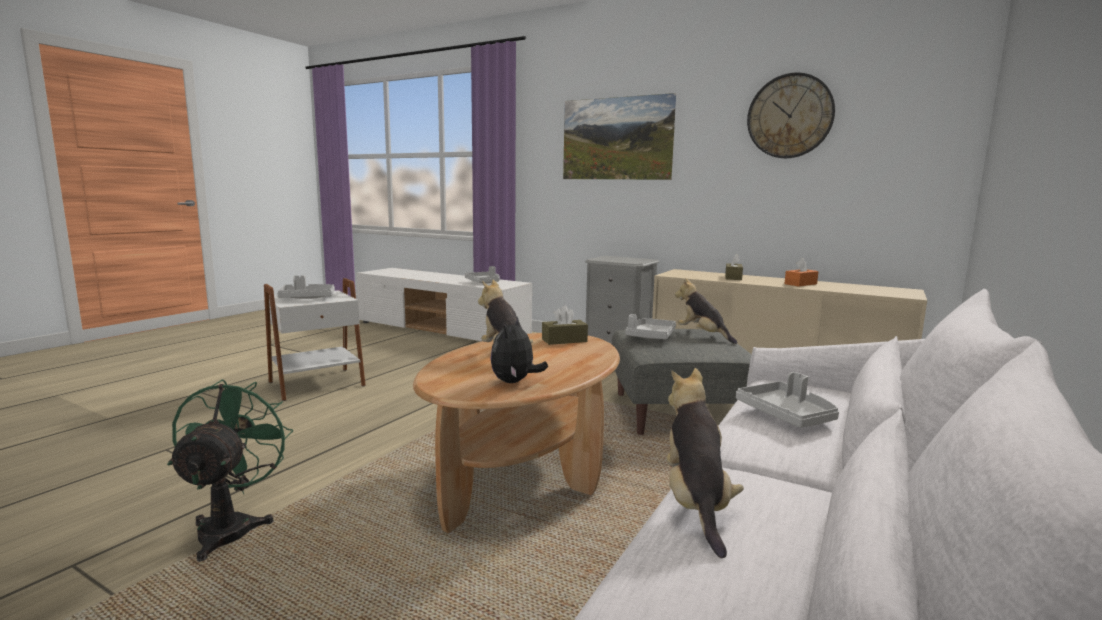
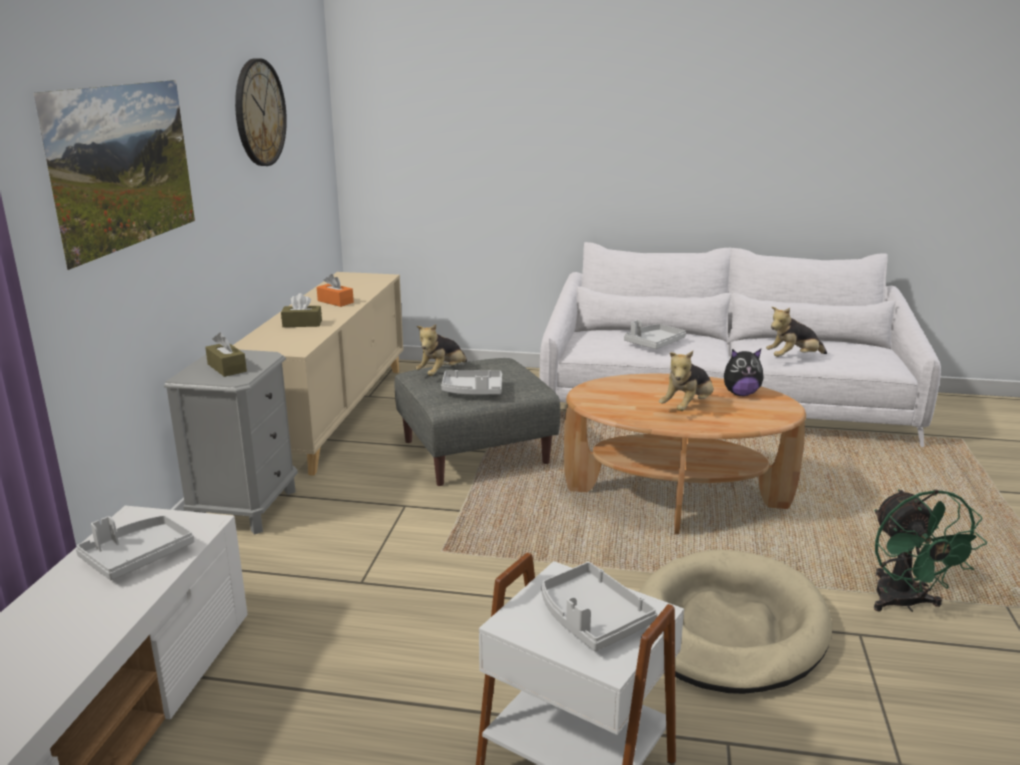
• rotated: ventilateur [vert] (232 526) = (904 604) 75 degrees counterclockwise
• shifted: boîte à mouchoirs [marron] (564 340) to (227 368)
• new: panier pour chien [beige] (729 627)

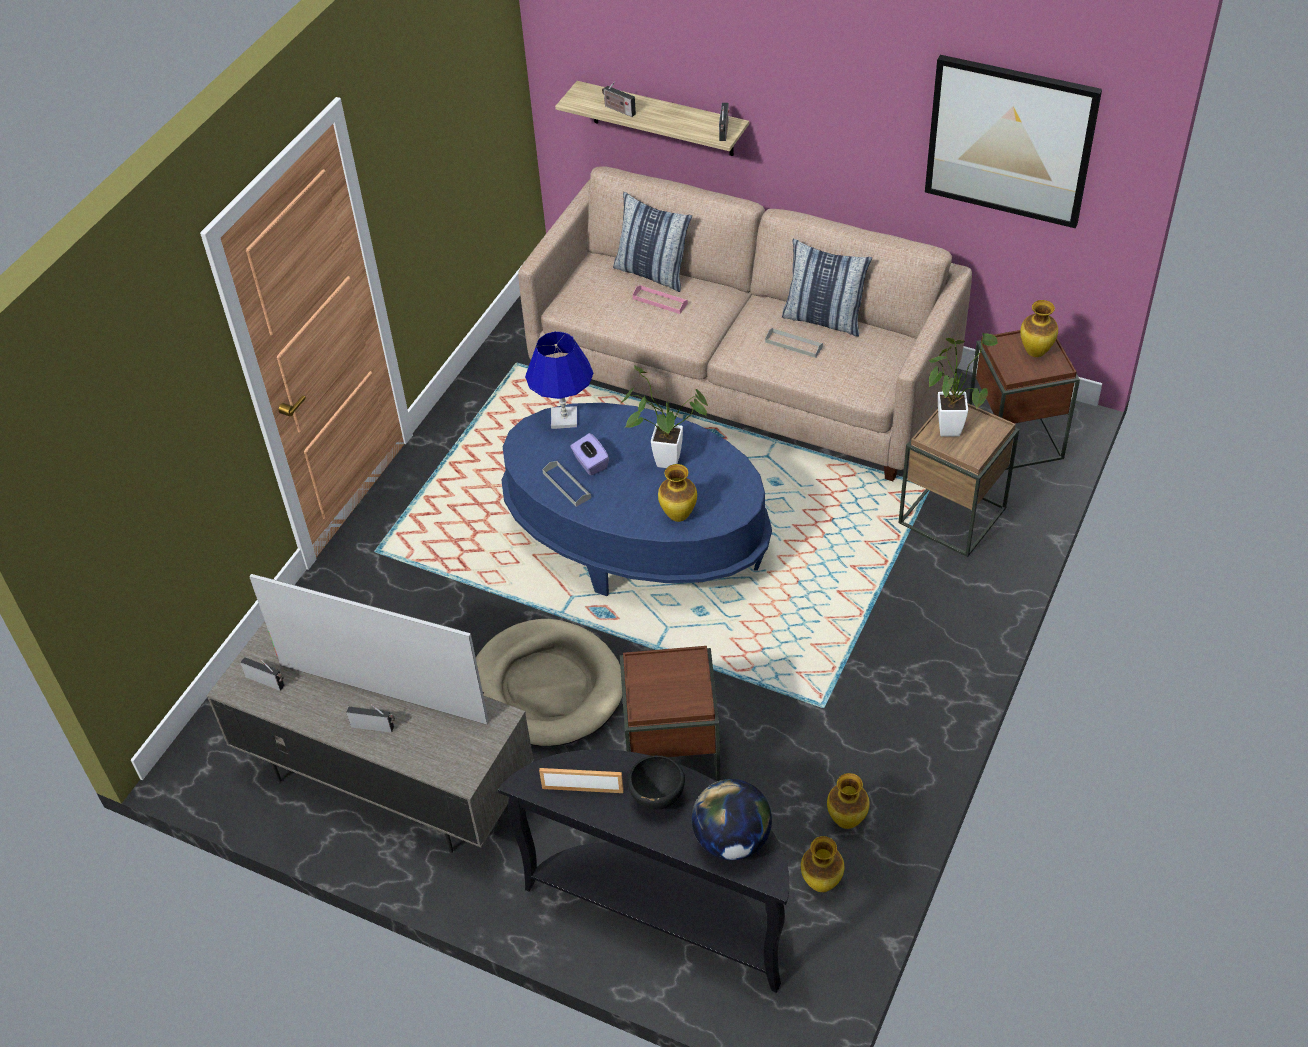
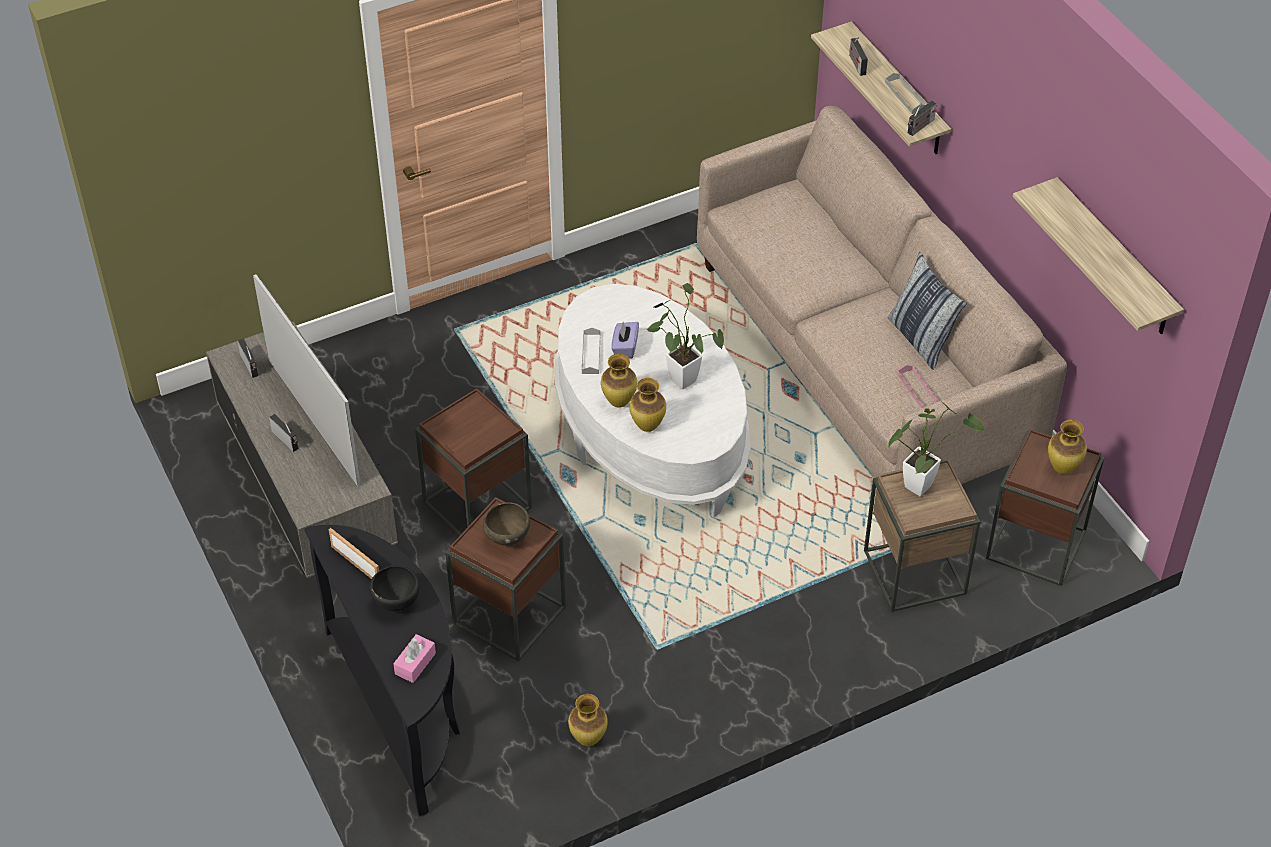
• swapped: panier pour chien [beige] (548 687) to table d'appoint [marron] (477 504)
• repainted: table basse [bleu] (636 537) to table basse [blanc] (650 435)
• gone: lampe de table [bleu] (564 419)
• gone: coussin (652 273)
• shifted: plateau [rose] (660 301) to (918 390)
• swapped: globe (732 840) to boîte à mouchoirs [rose] (415 663)
• shifted: plateau [gris] (793 344) to (905 96)
• shifted: vase (822 884) to (619 402)
• swapped: tableau (1010 140) to étagère (1114 259)
• new: bol [marron] (507 538)

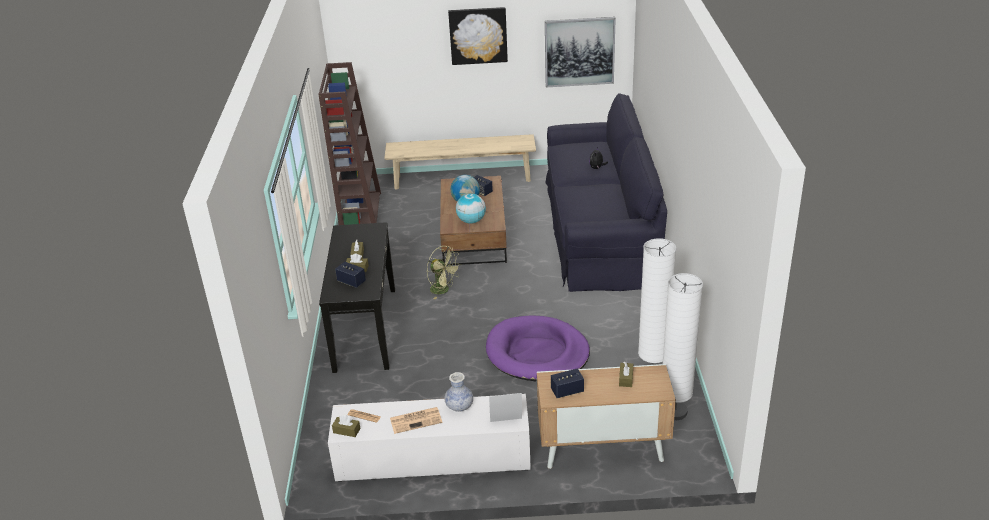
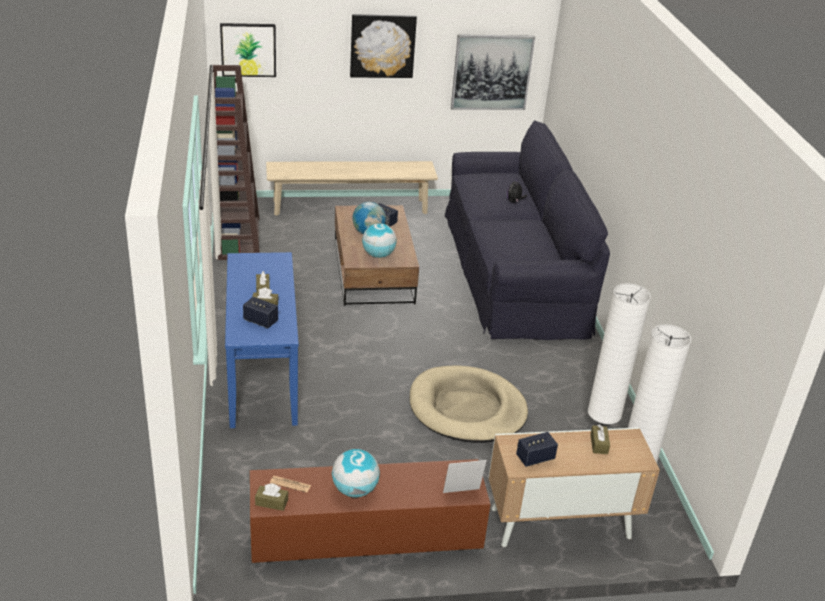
• repainted: table console [noir] (364 329) to table console [bleu] (262 376)
• repainted: meuble télé [blanc] (432 459) to meuble télé [marron] (364 535)
• swapped: journal (416 420) to globe (354 490)
• gone: ventilateur [vert] (443 290)
• gone: vase (459 406)
• repainted: panier pour chien [violet] (537 353) to panier pour chien [beige] (467 409)
• new: tableau (248 50)

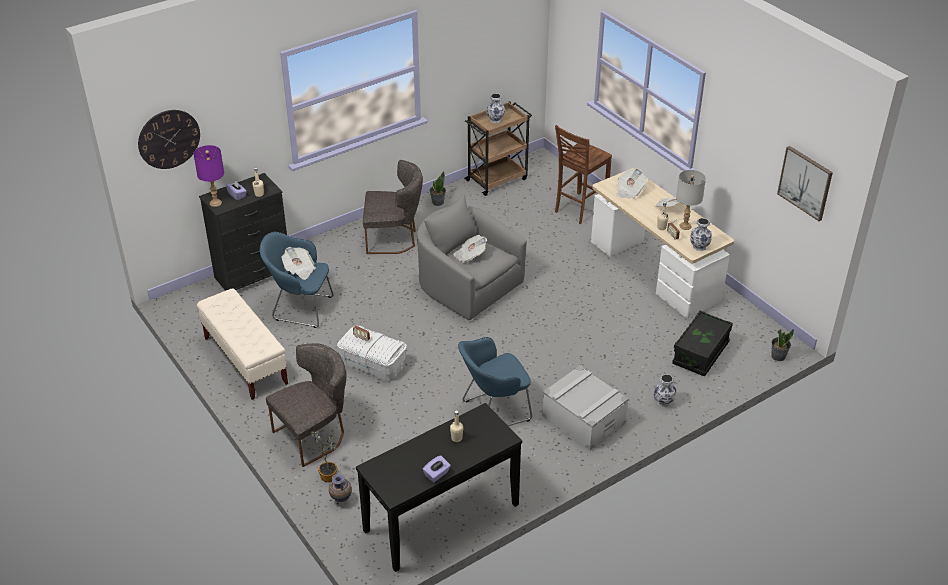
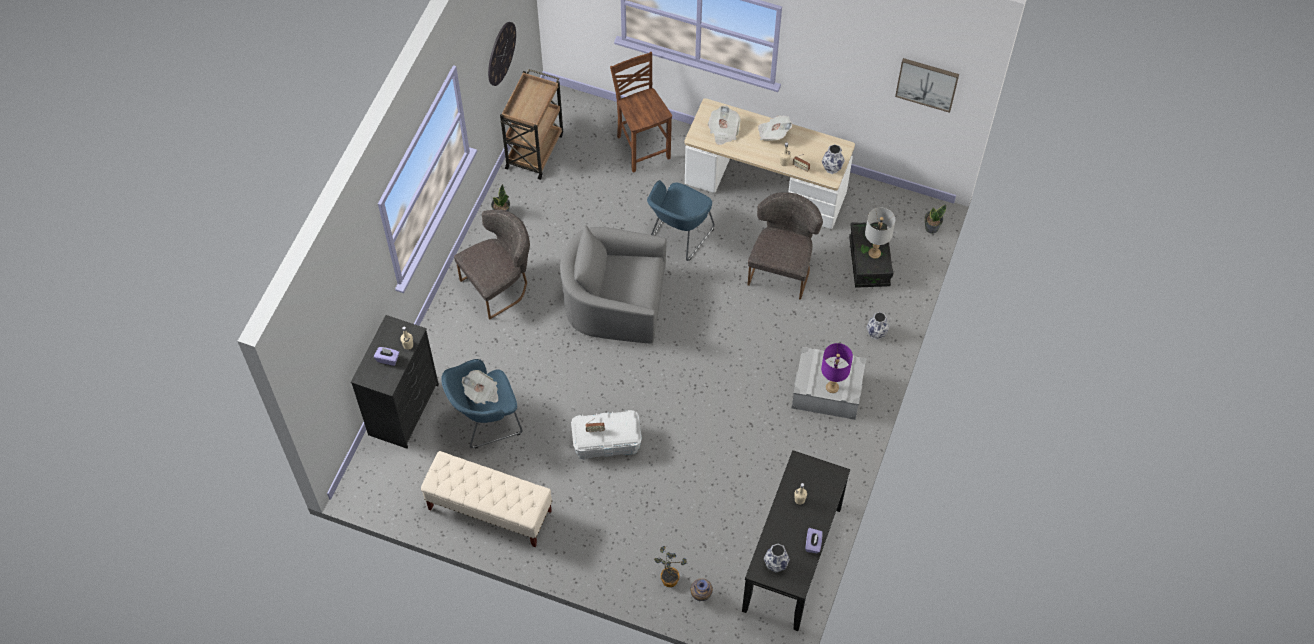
• shifted: horloge murale (169 139) to (501 53)
• shifted: lampe de table [violet] (215 203) to (832 387)
• shifted: chaise [gris] (314 435) to (782 268)
• gone: journal (470 255)
• shifted: fauteuil [bleu] (493 411) to (678 236)
• shifted: vase (495 119) to (776 564)
• rotated: chaise [marron] (579 209) = (642 147) 150 degrees clockwise
• shifted: lampe de table [gris] (685 226) to (874 253)

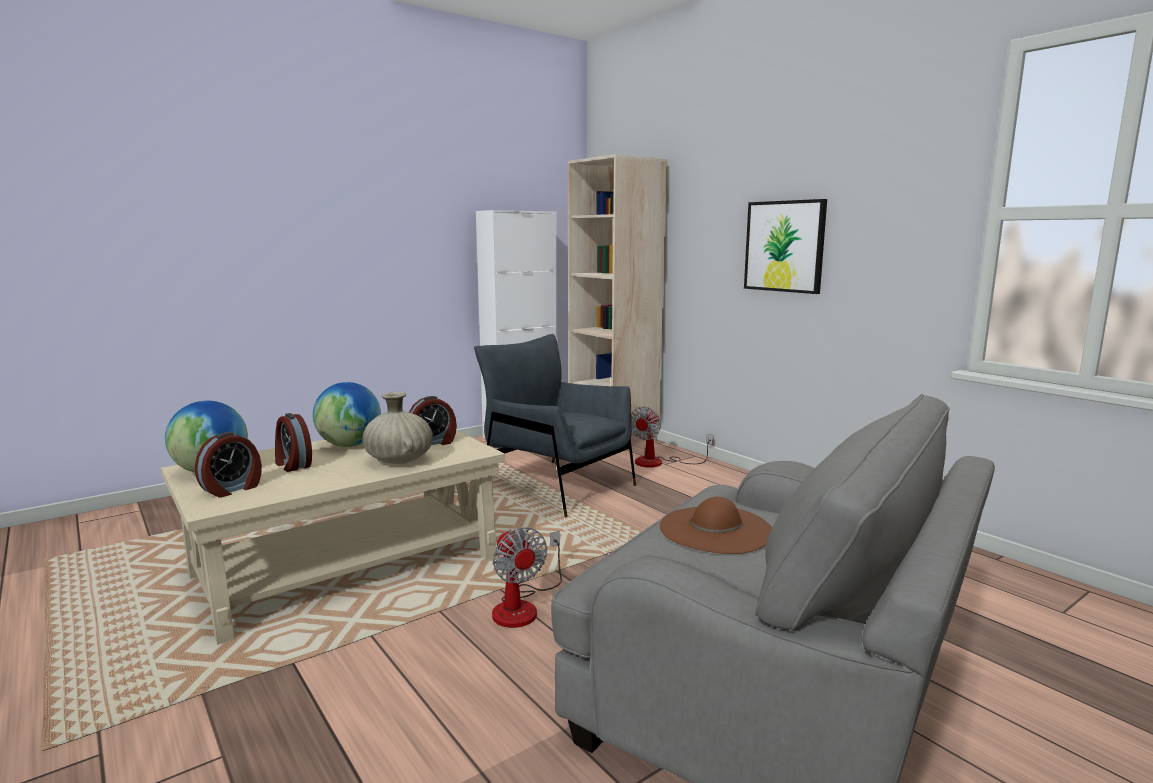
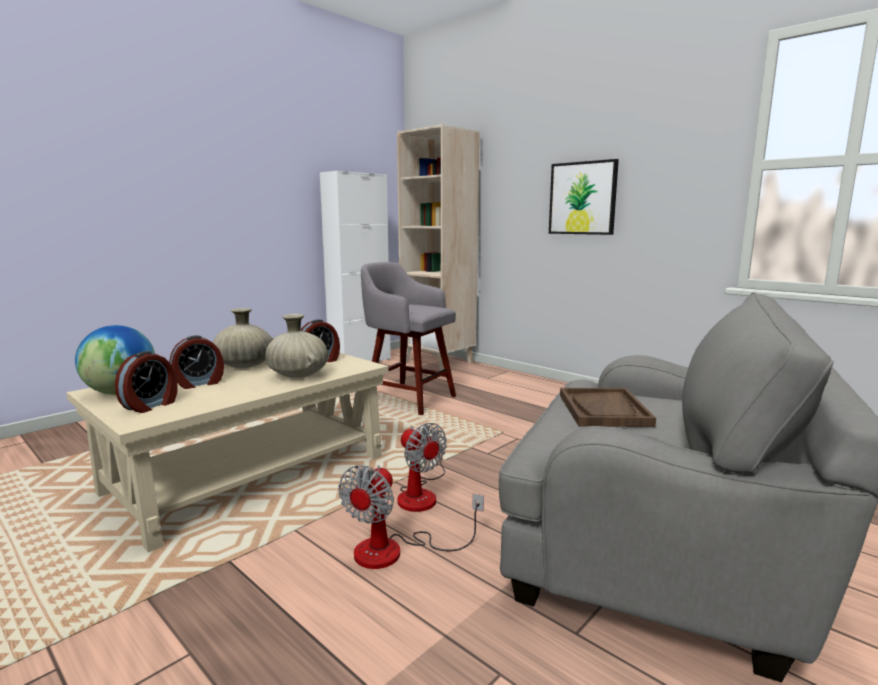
• rotated: réveil (292 465) = (199 383) 75 degrees counterclockwise
• swapped: globe (350 445) to vase [beige] (244 366)
• swapped: fauteuil [gris] (557 487) to tabouret [gris] (408 399)
• shifted: ventilateur (659 462) to (395 551)
• swapped: chapeau [marron] (716 529) to plateau [marron] (604 410)

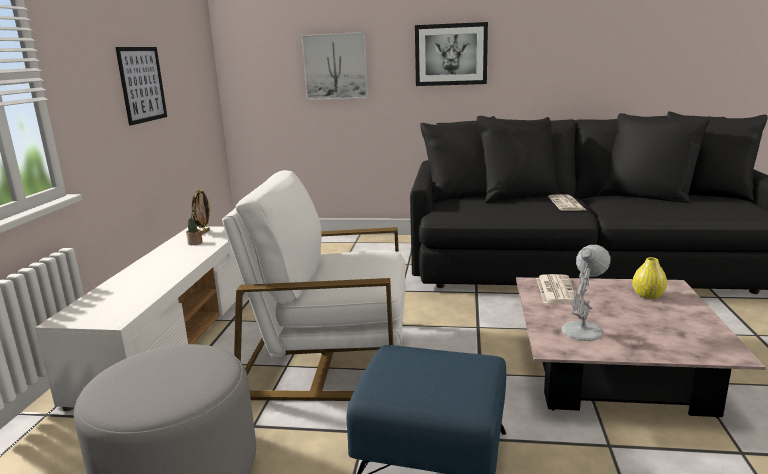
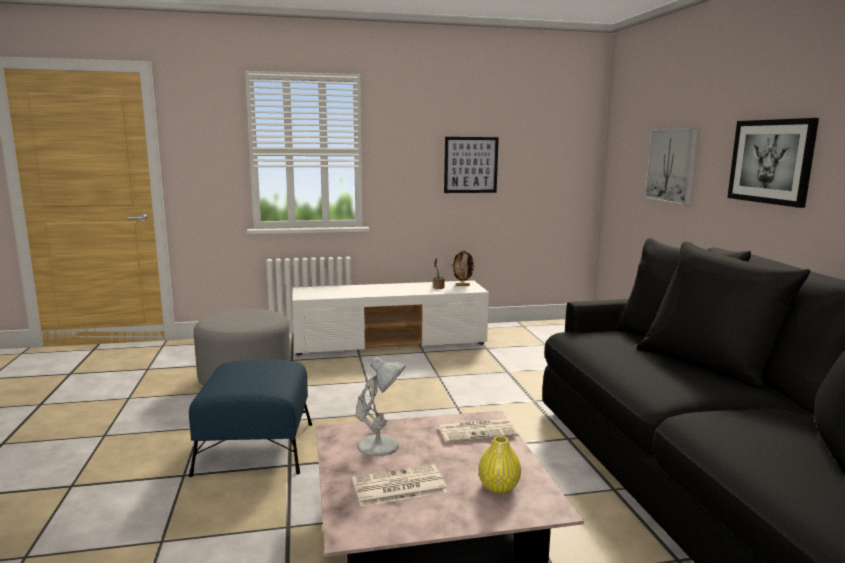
• gone: fauteuil [blanc] (329 356)
• shifted: journal (567 204) to (398 487)

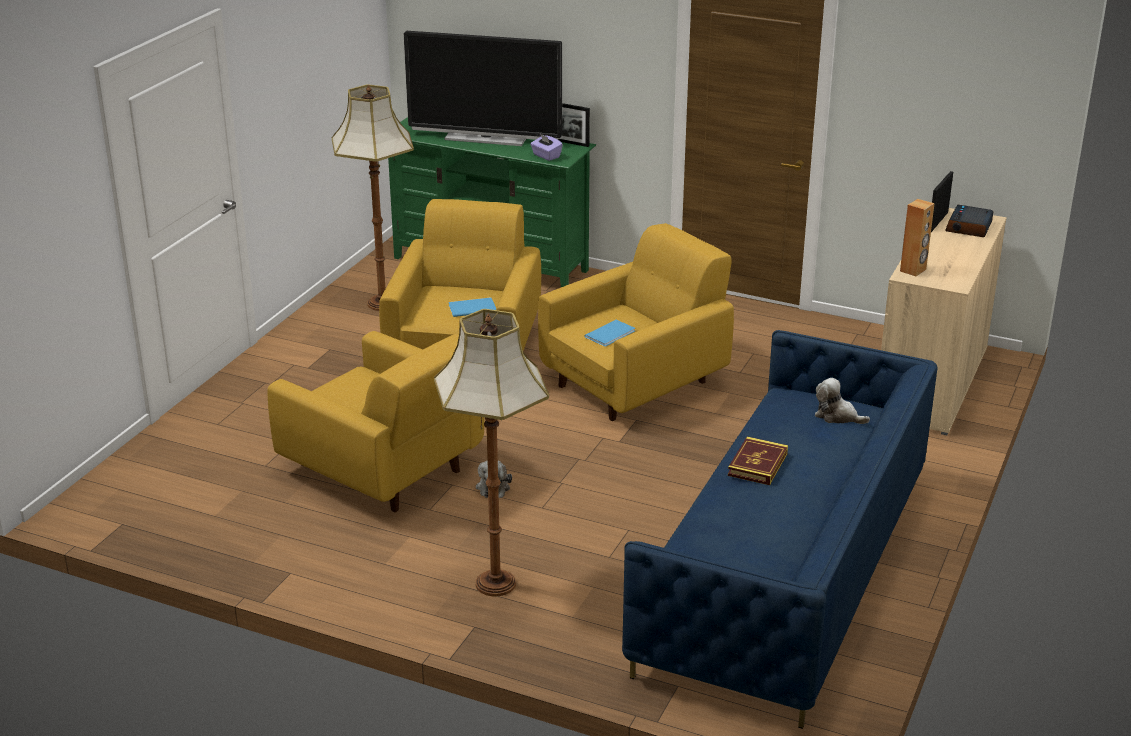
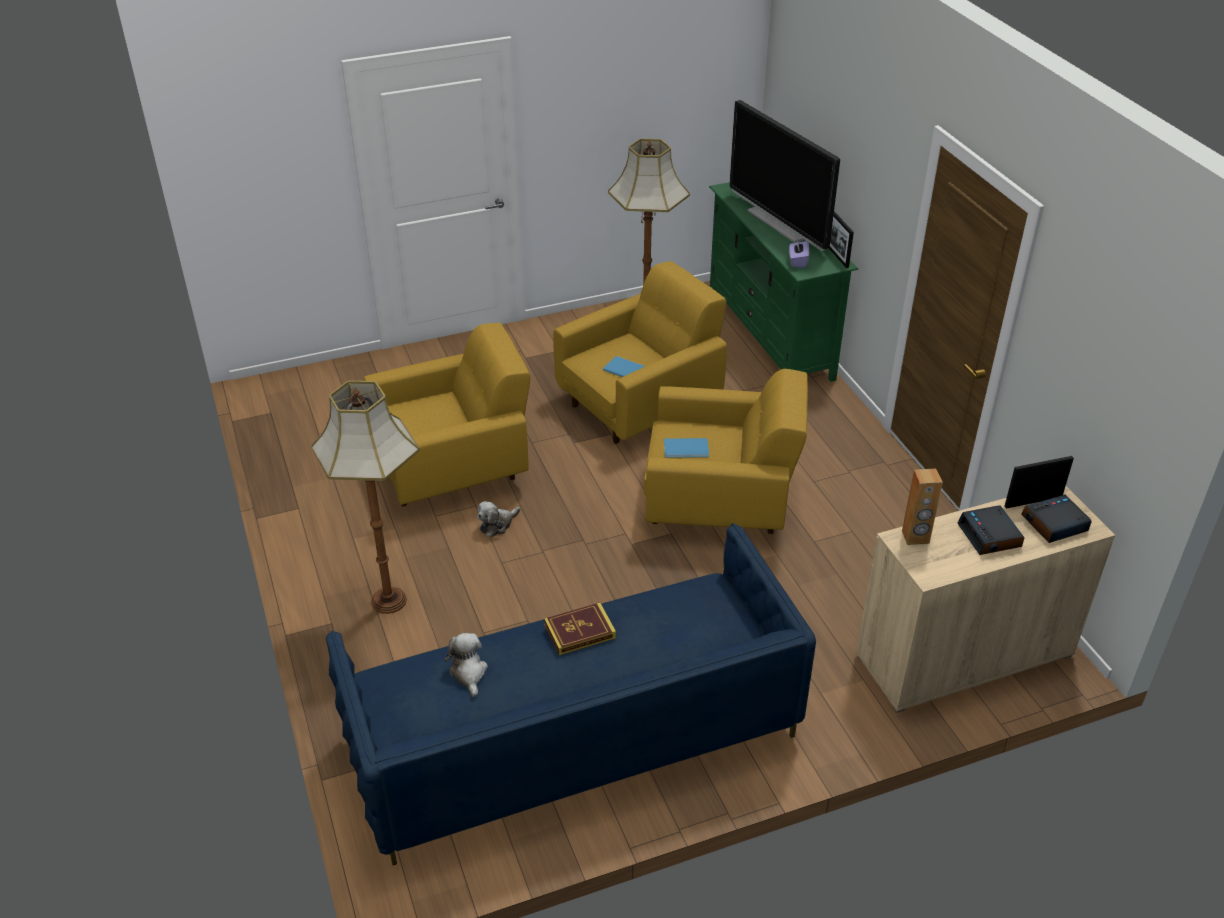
• rotated: fauteuil [jaune] (384 470) = (453 467) 105 degrees counterclockwise
• shifted: peluche (837 416) to (468 673)
• new: réveil (990 536)

